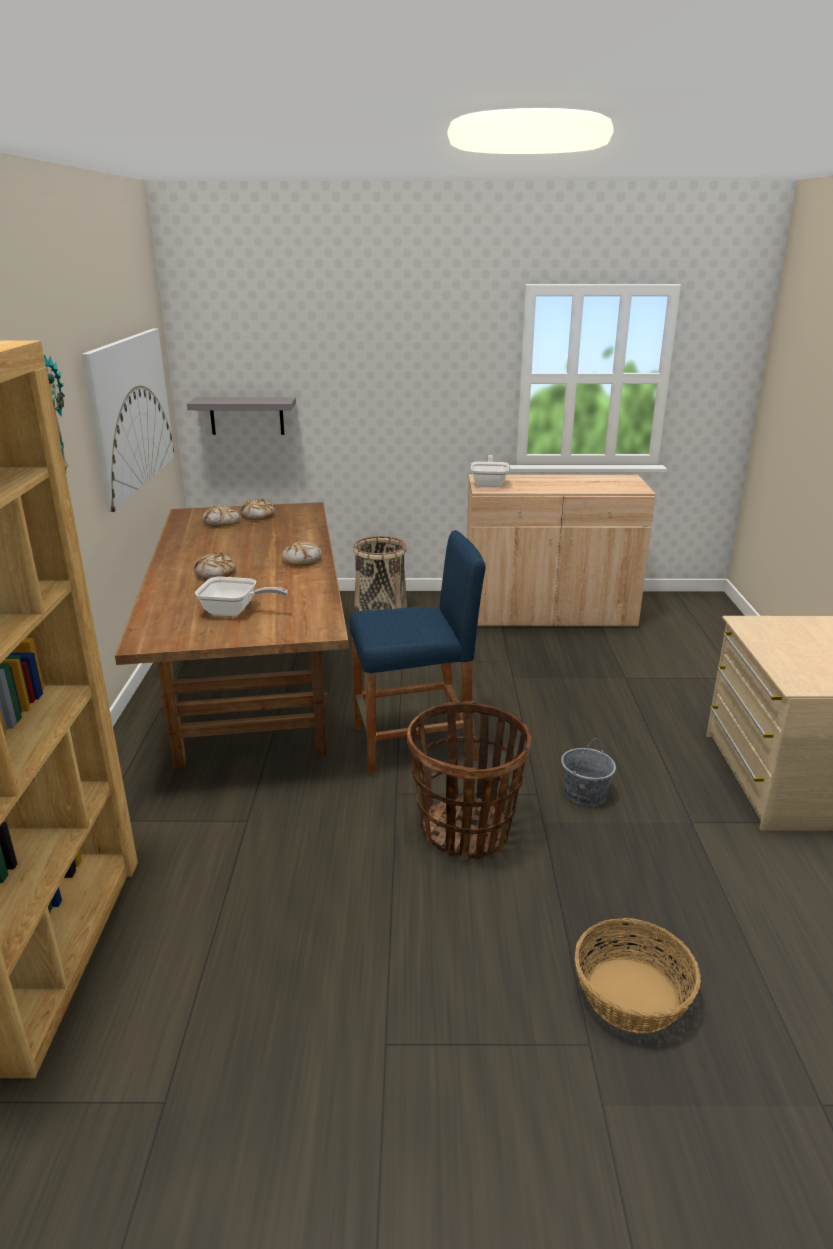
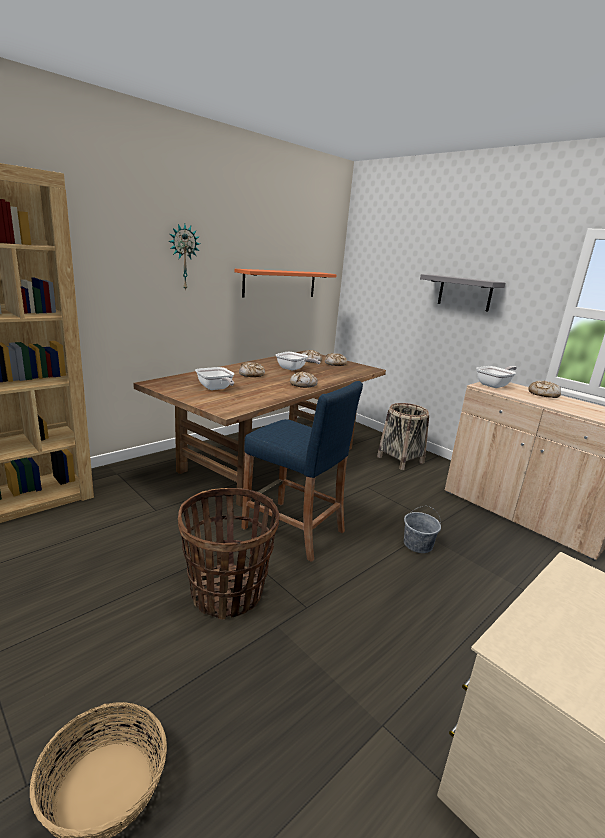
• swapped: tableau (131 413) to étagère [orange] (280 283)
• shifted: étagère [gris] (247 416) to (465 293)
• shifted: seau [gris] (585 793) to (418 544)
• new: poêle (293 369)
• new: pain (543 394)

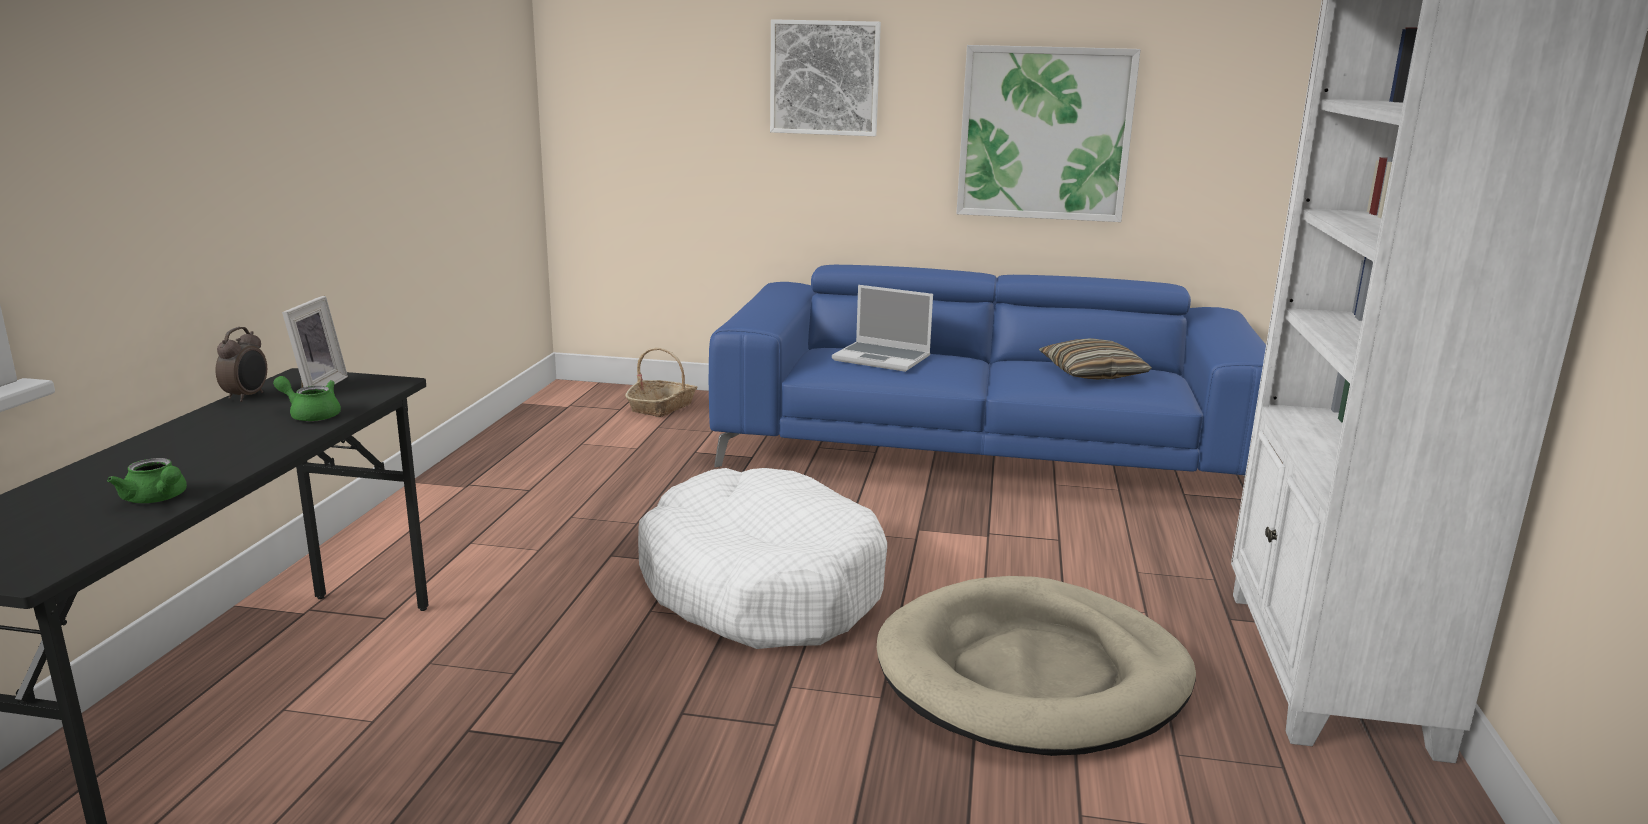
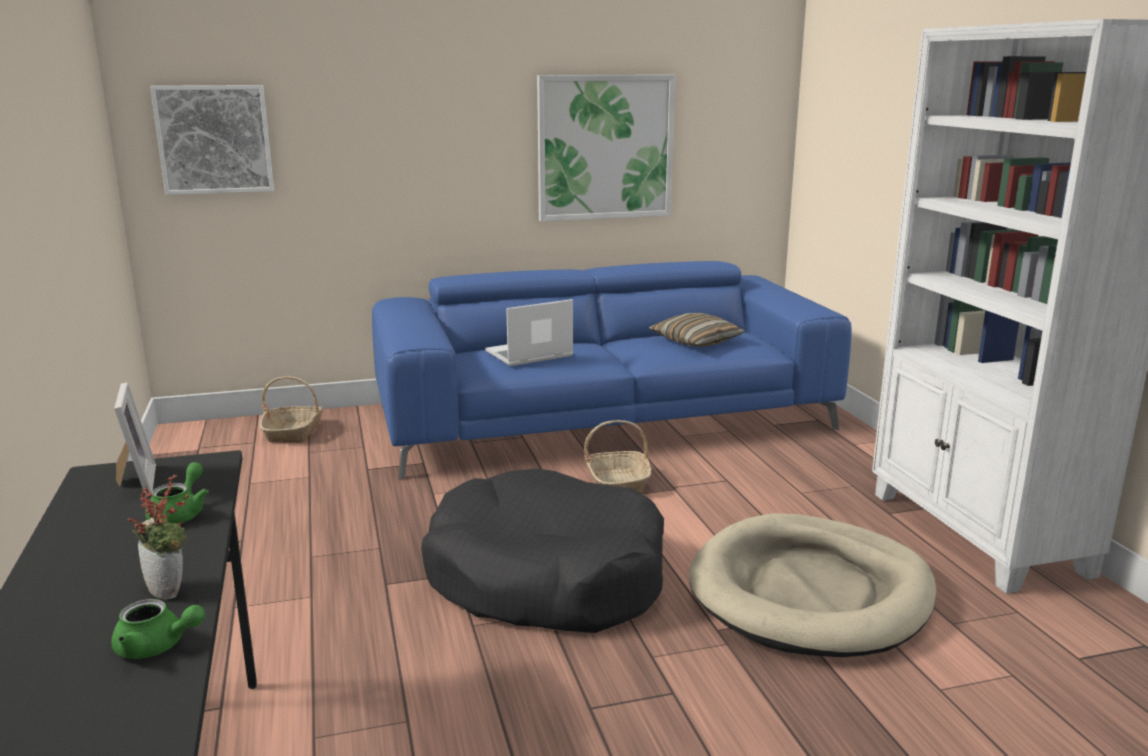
• gone: réveil (247 396)
• rotated: théière [vert] (311 415) = (181 513) 105 degrees clockwise
• repainted: panier pour chien [blanc] (761 587) to panier pour chien [noir] (545 577)
• shifted: tableau (824 78) to (214 139)
• rotated: ordinateur portable (883 358) = (528 355) 150 degrees clockwise
• new: plante en pot (171 590)
• new: panier (617 483)

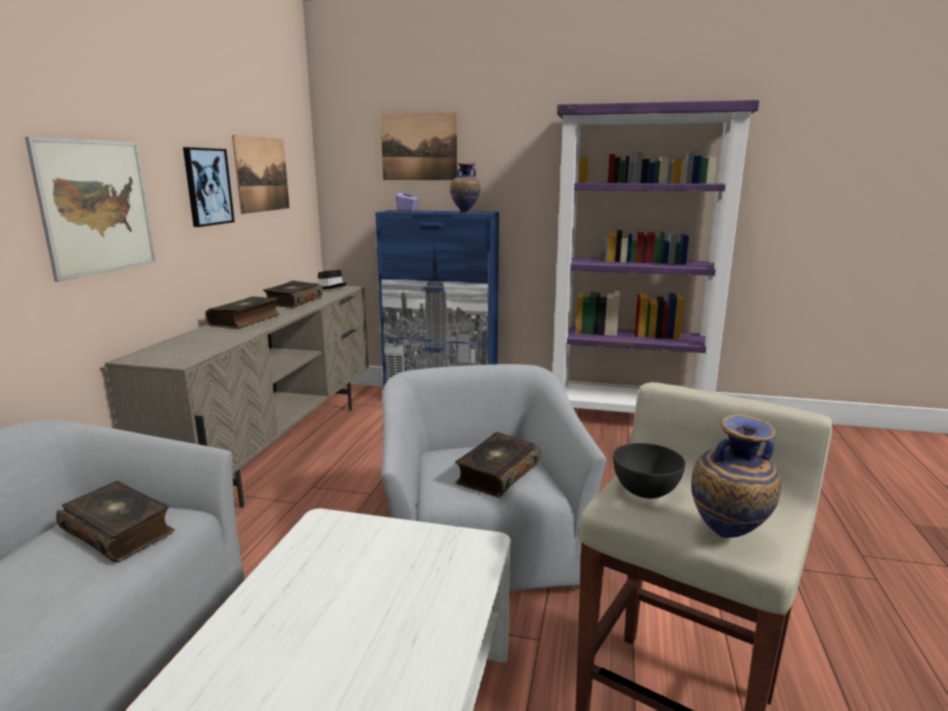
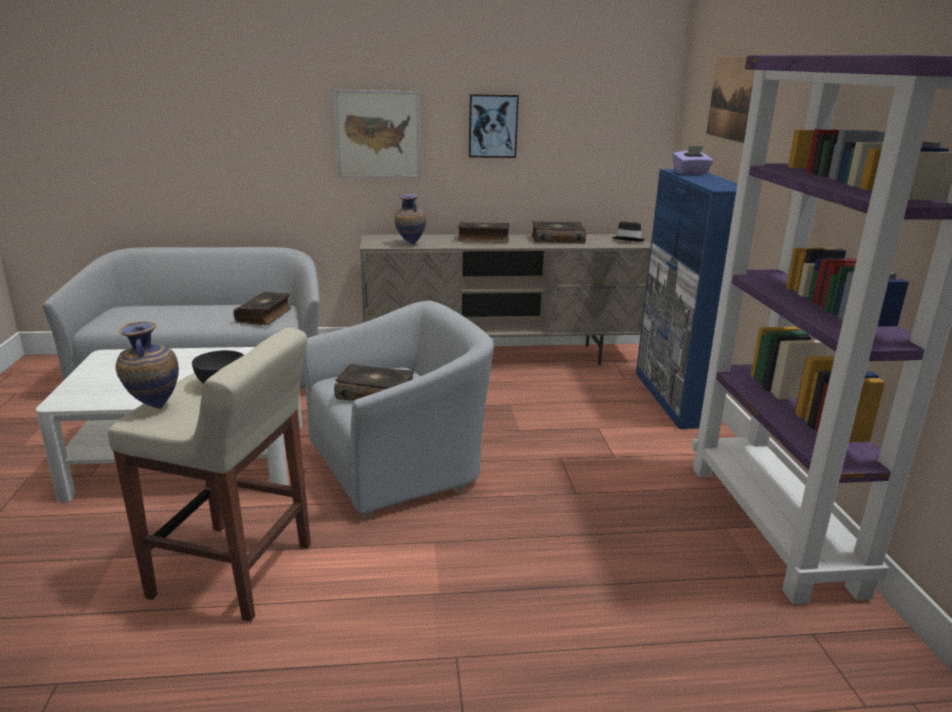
• gone: tableau (262 174)
• shifted: vase (465 212) to (410 244)

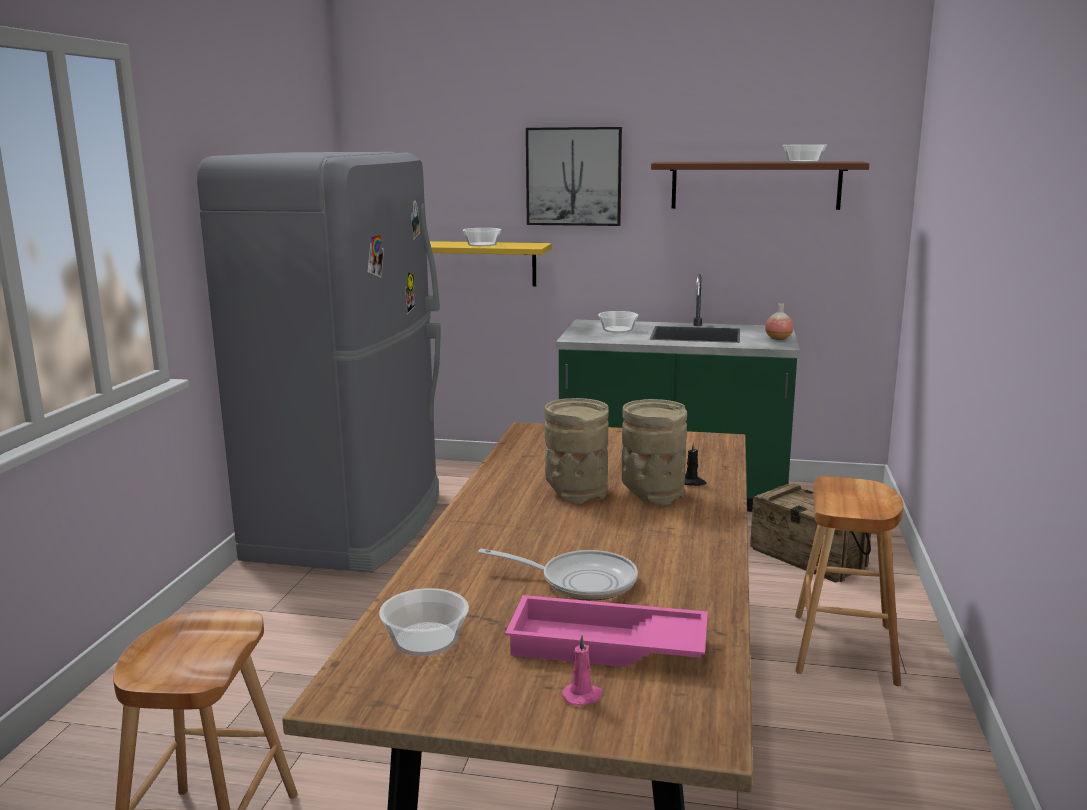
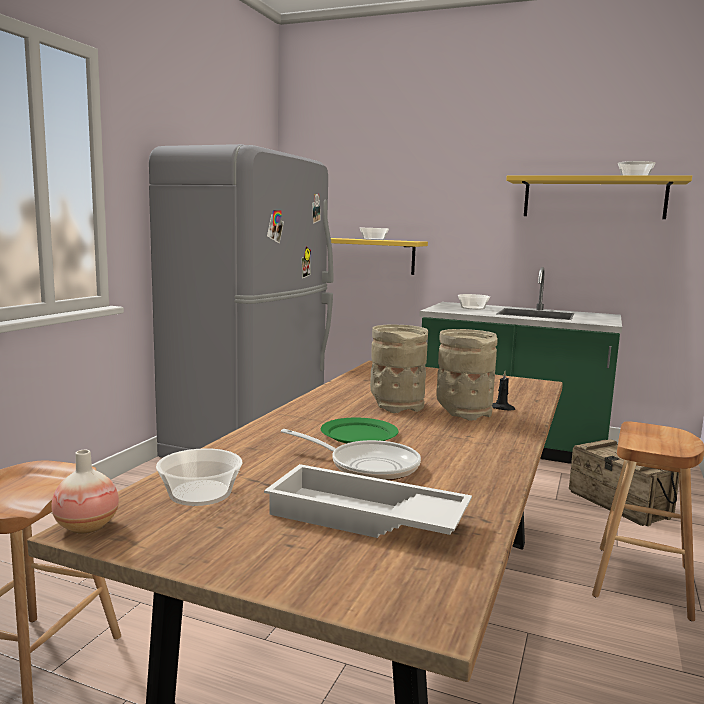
• repainted: plateau [rose] (605 647) to plateau [blanc] (364 518)
• gone: tableau (574 176)
• gone: bougie [rose] (583 696)
• repainted: étagère [marron] (755 185) to étagère [jaune] (594 198)
• shifted: vase (778 338) to (87 527)
• new: assiette [vert] (359 434)

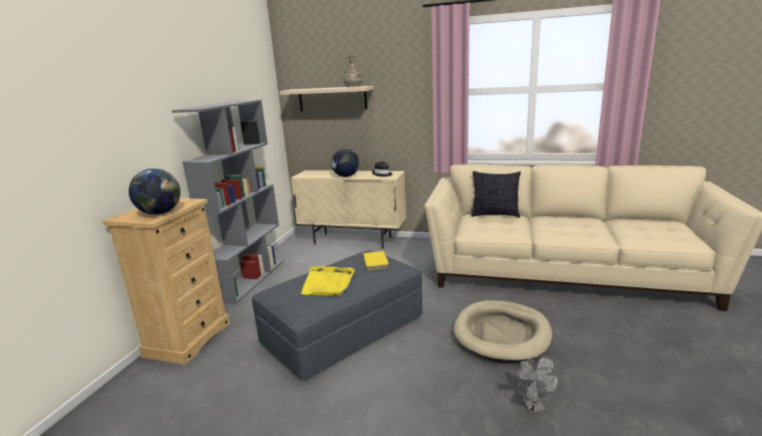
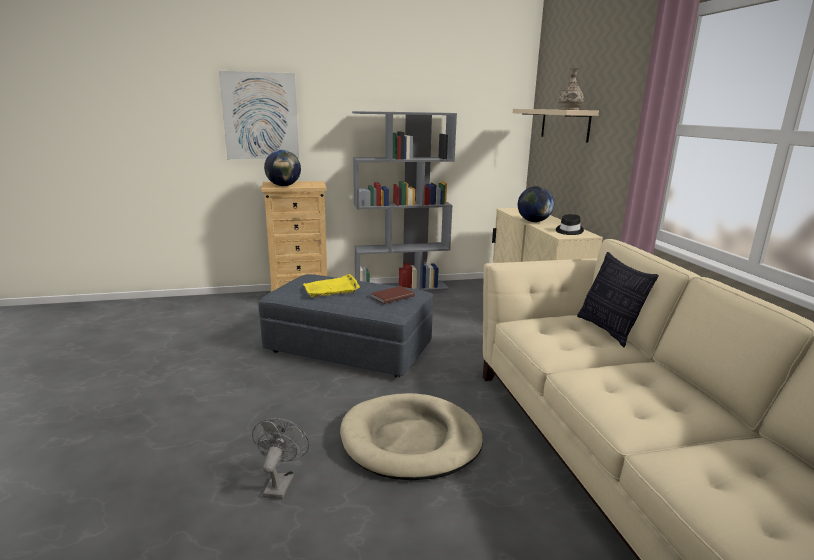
• repainted: livre [jaune] (375 262) to livre [marron] (391 296)
• rotated: ventilateur [gris] (533 406) = (280 482) 135 degrees clockwise
• new: tableau (260 116)

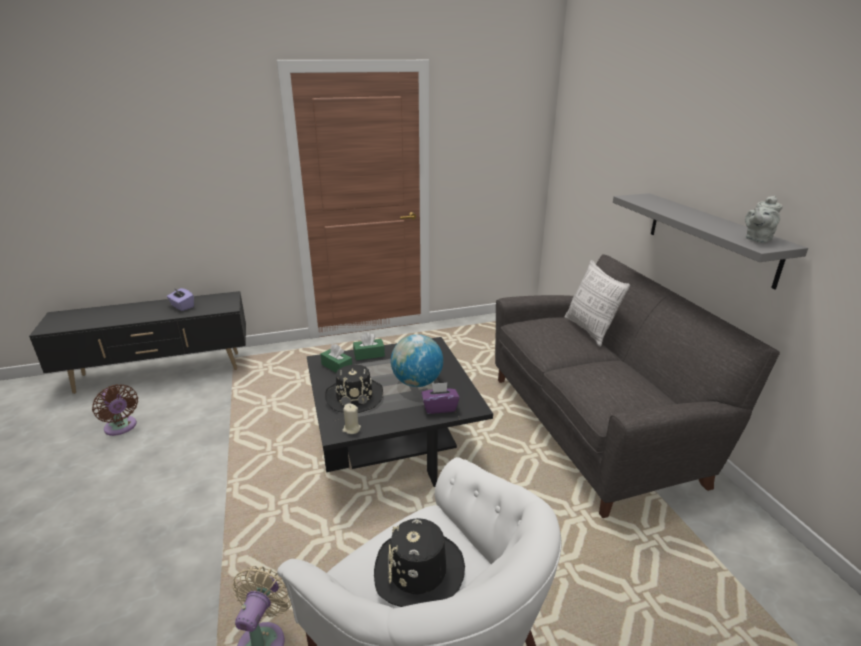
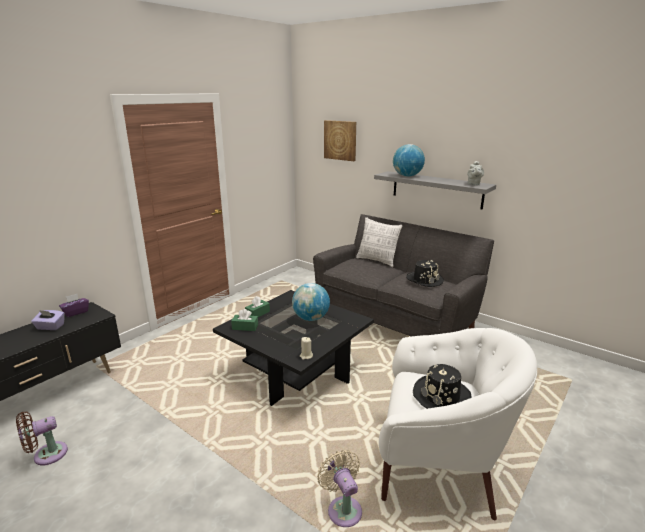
• rotated: ventilateur [marron] (121 428) = (46 455) 135 degrees clockwise
• shifted: chapeau [noir] (354 396) to (424 280)
• shifted: boîte à mouchoirs [violet] (439 407) to (76 312)
• new: tableau (340 140)
• new: globe (407 176)

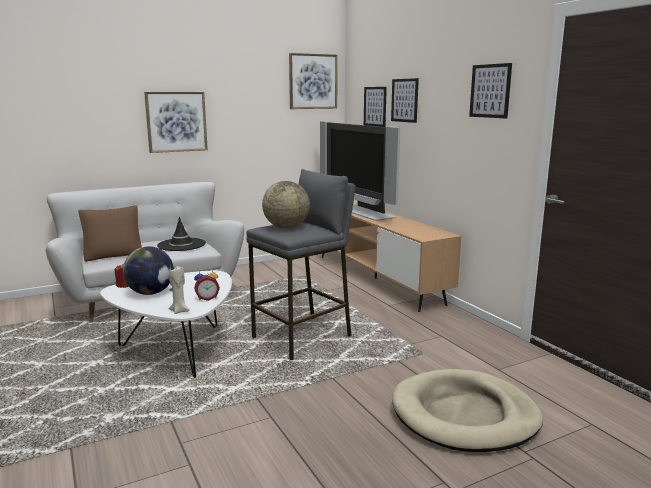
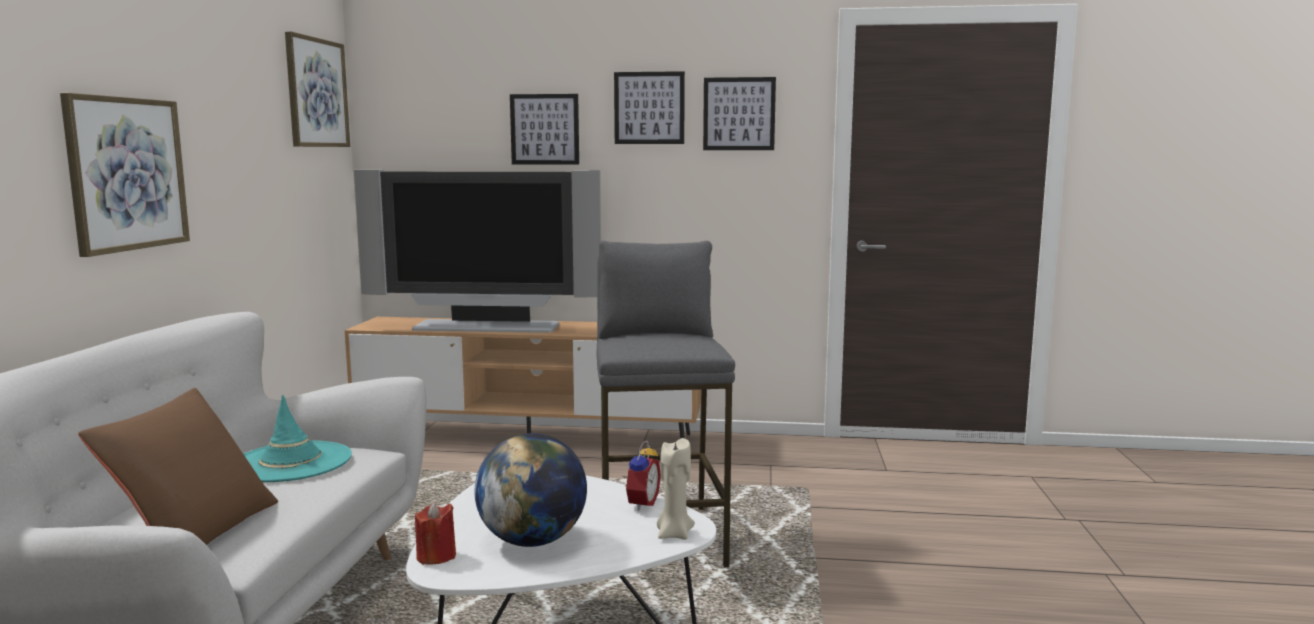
• repainted: chapeau [noir] (181 245) to chapeau [turquoise] (291 462)
• gone: globe (286 227)
• shifted: tableau (375 106) to (649 108)
• gone: panier pour chien [beige] (464 415)

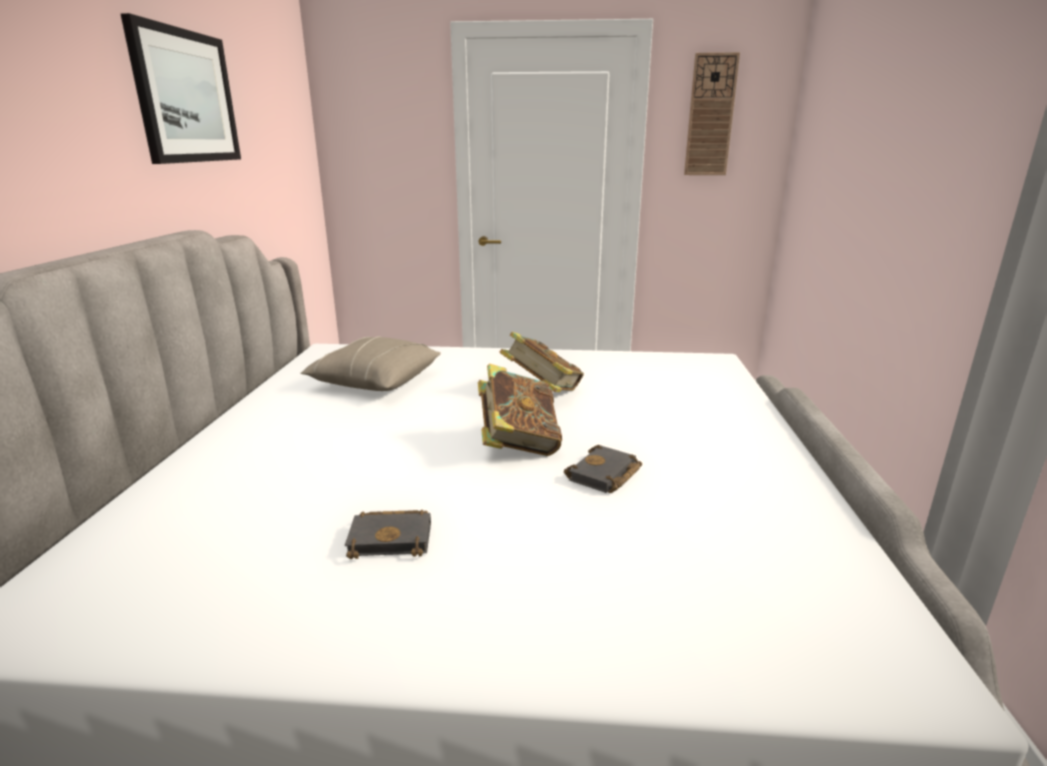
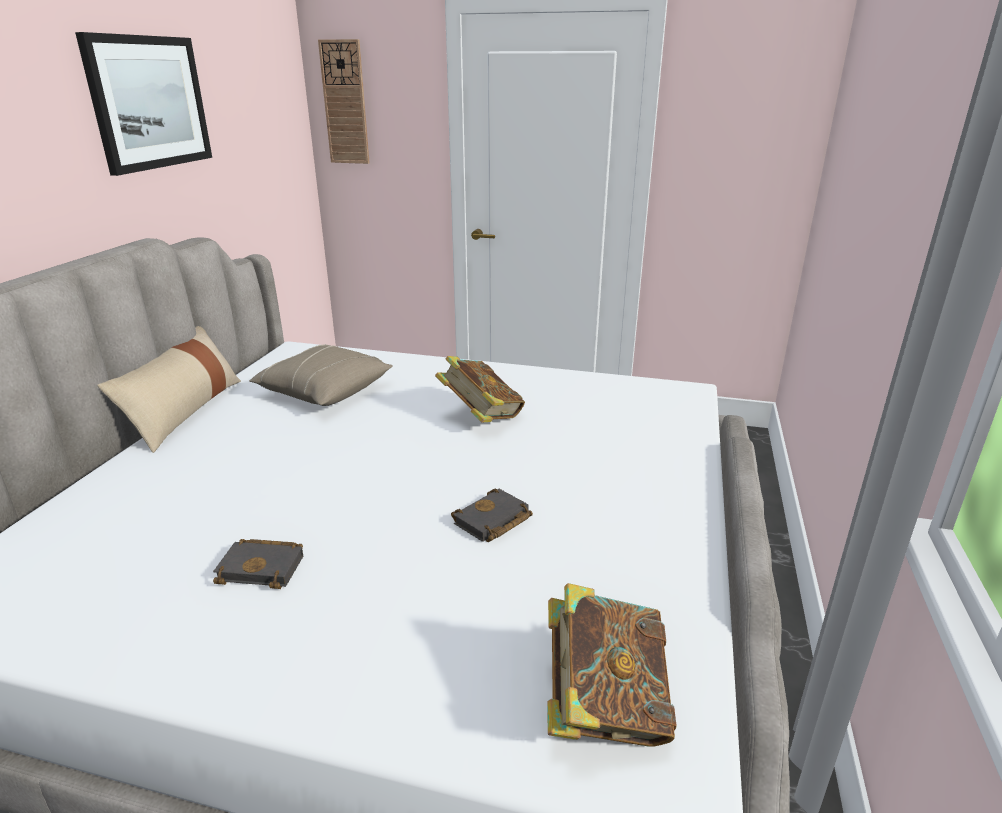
• shifted: livre (518 444) to (603 706)
• shifted: horloge murale (710 116) to (345 103)
• new: coussin [beige] (185 412)

